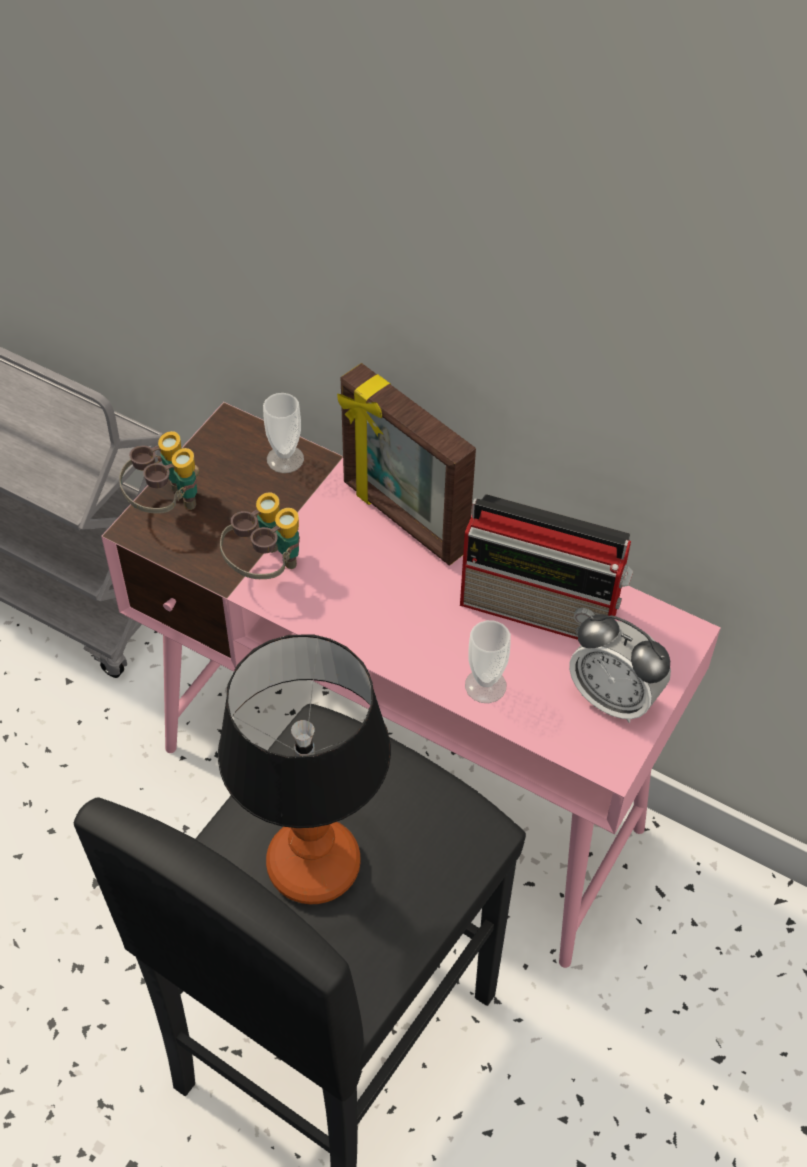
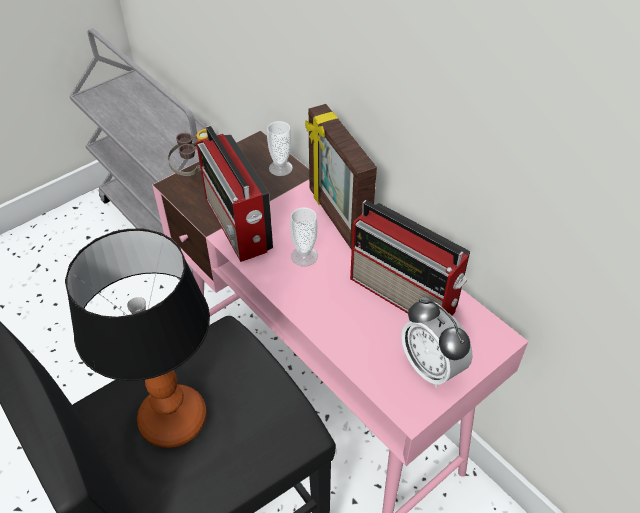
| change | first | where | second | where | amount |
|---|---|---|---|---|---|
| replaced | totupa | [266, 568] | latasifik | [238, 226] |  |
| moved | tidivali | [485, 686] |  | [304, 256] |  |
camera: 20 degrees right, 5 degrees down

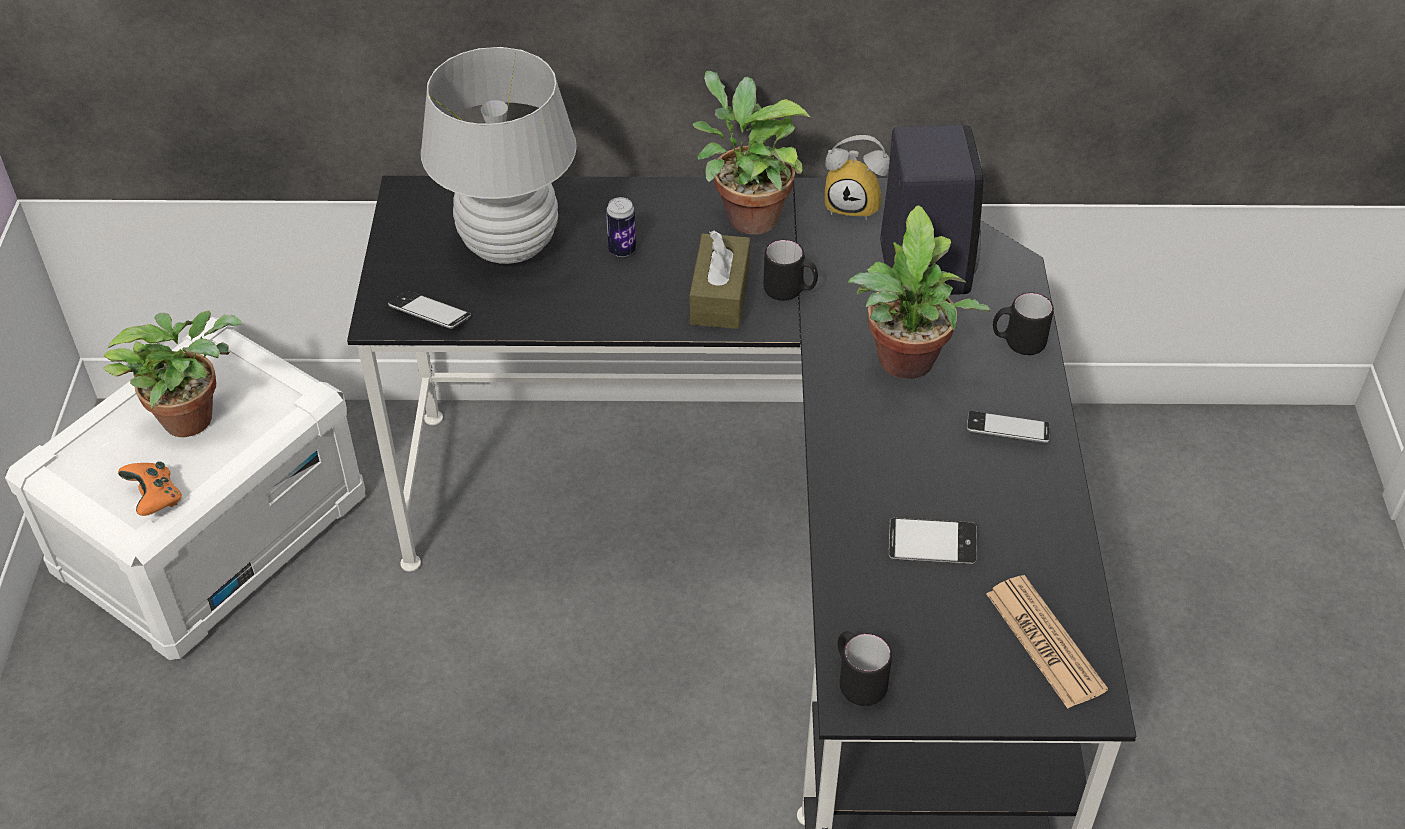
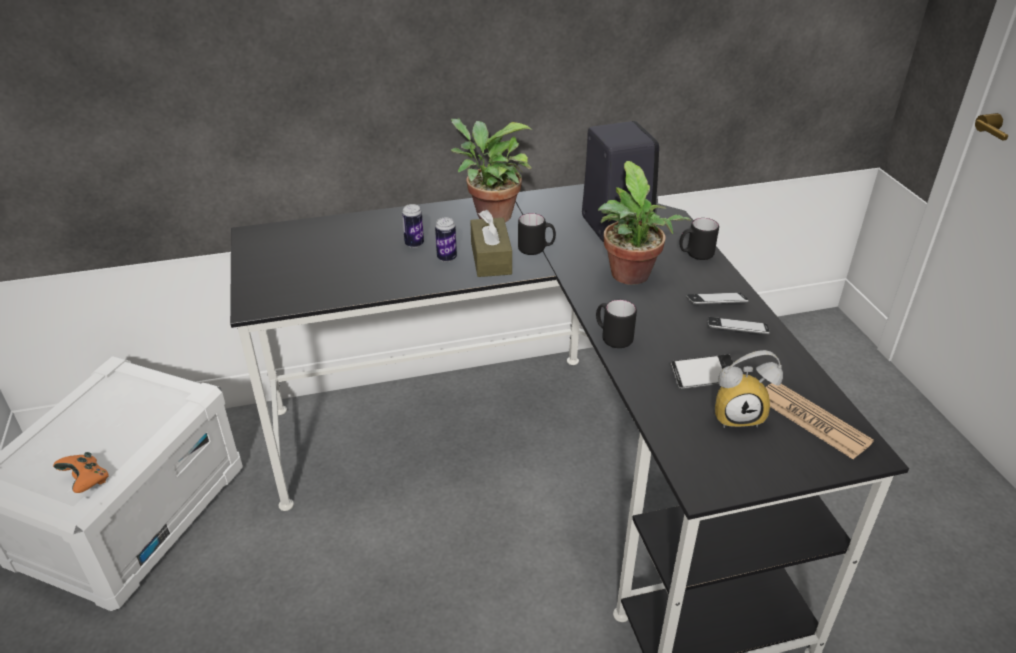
| change | first | where | second | where | amount |
|---|---|---|---|---|---|
| removed | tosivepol | [195, 416] |  |  |  |
| moved | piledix | [430, 315] |  | [737, 330] |  |
| removed | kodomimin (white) | [509, 246] |  |  |  |
| moved | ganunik | [855, 205] |  | [738, 414] |  |
| moved | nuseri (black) | [857, 681] |  | [612, 337] |  |
| added |  |  | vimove | [446, 258] |  |
camera: 15 degrees left, 10 degrees down

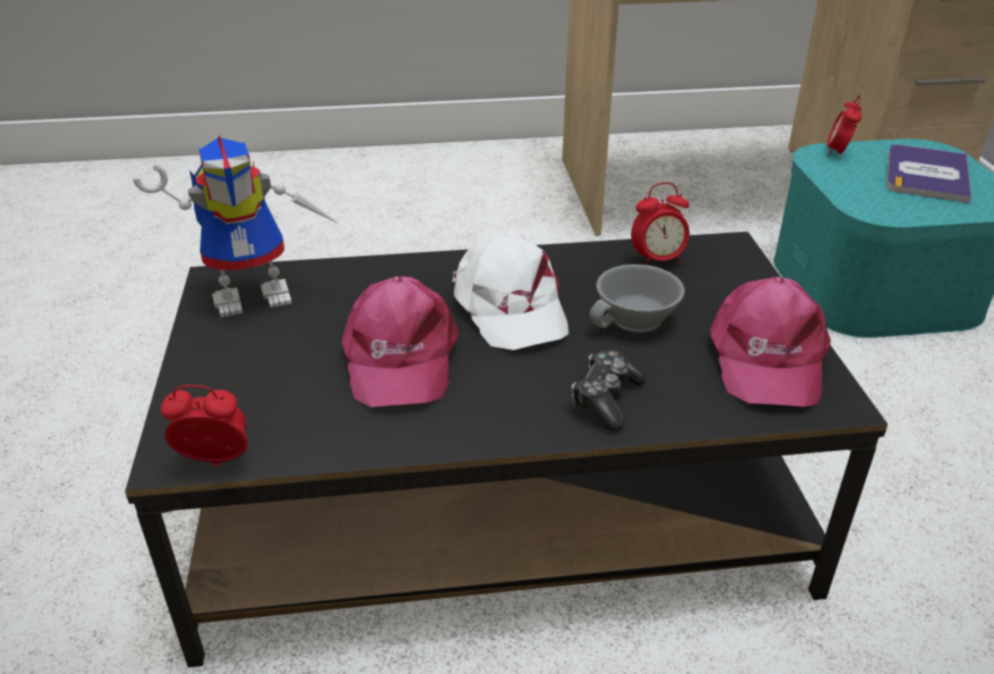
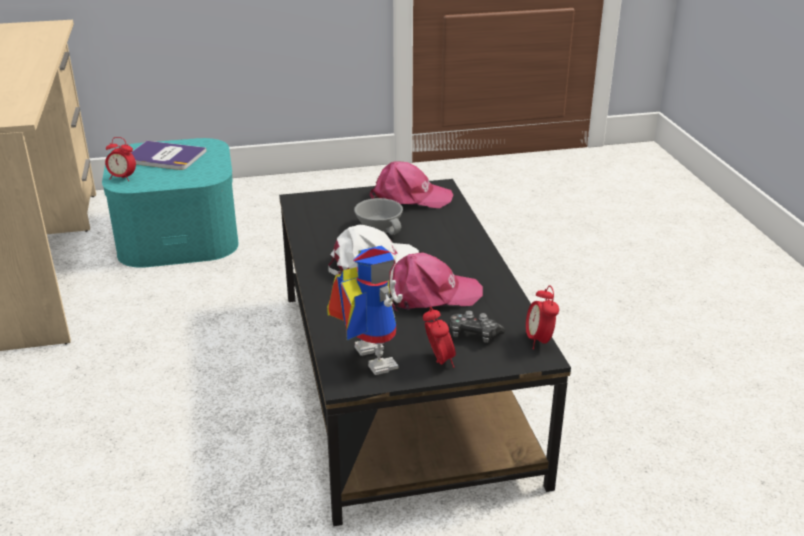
| change | first | where | second | where | amount |
|---|---|---|---|---|---|
| moved | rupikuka | [606, 399] |  | [474, 335] |  |
| moved | ganunik | [658, 261] |  | [439, 361] |  |
camera: 95 degrees left, 5 degrees down

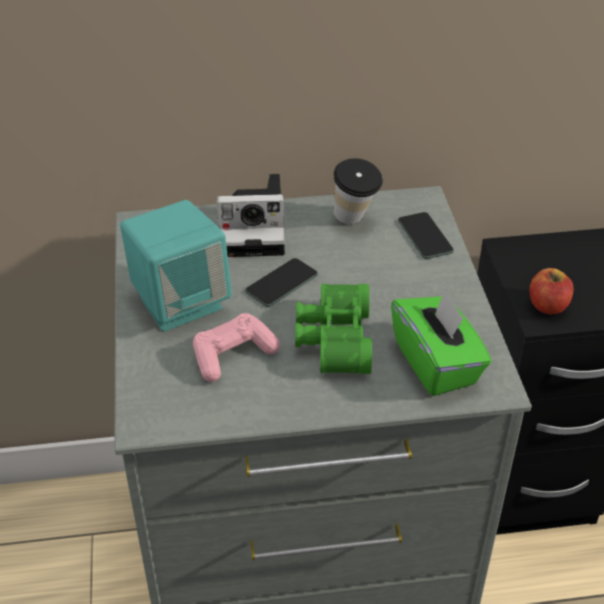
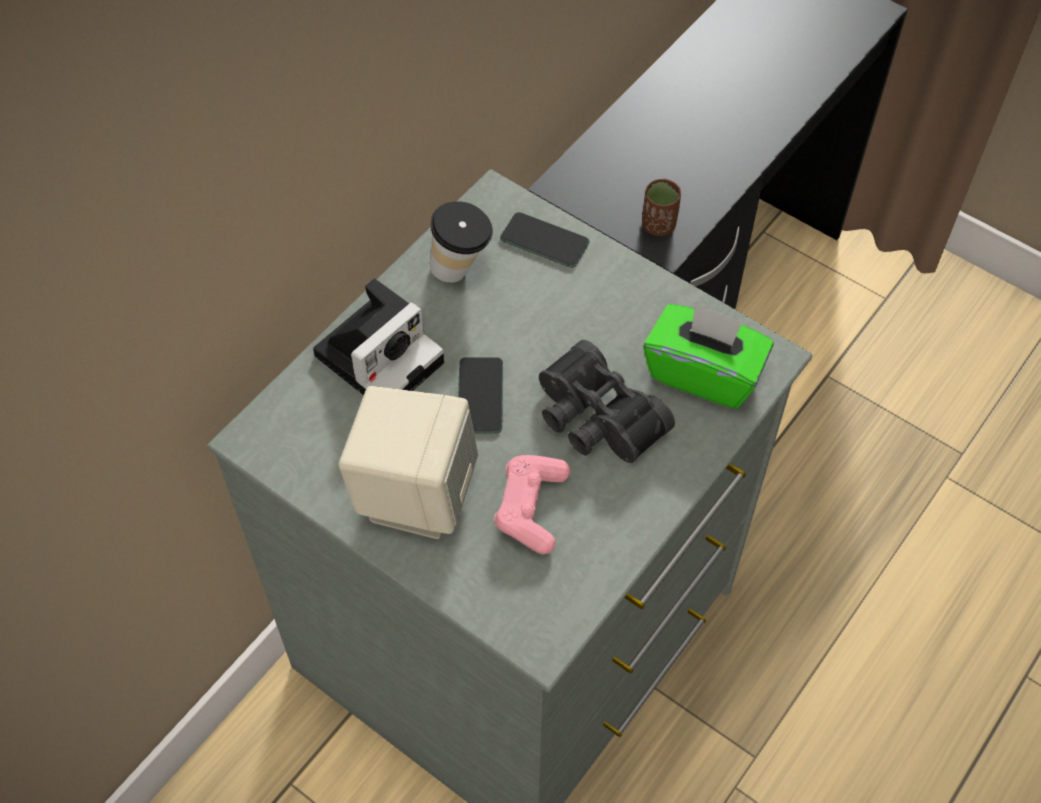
| change | first | where | second | where | amount |
|---|---|---|---|---|---|
| recoloured | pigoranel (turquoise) | [180, 302] | pigoranel (beige) | [414, 494] |  |
| recoloured | totupa (green) | [332, 339] | totupa (black) | [594, 419] |  |
| replaced | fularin | [548, 306] | tidivali (brown) | [658, 225] |  |
camera: 45 degrees left, 15 degrees up

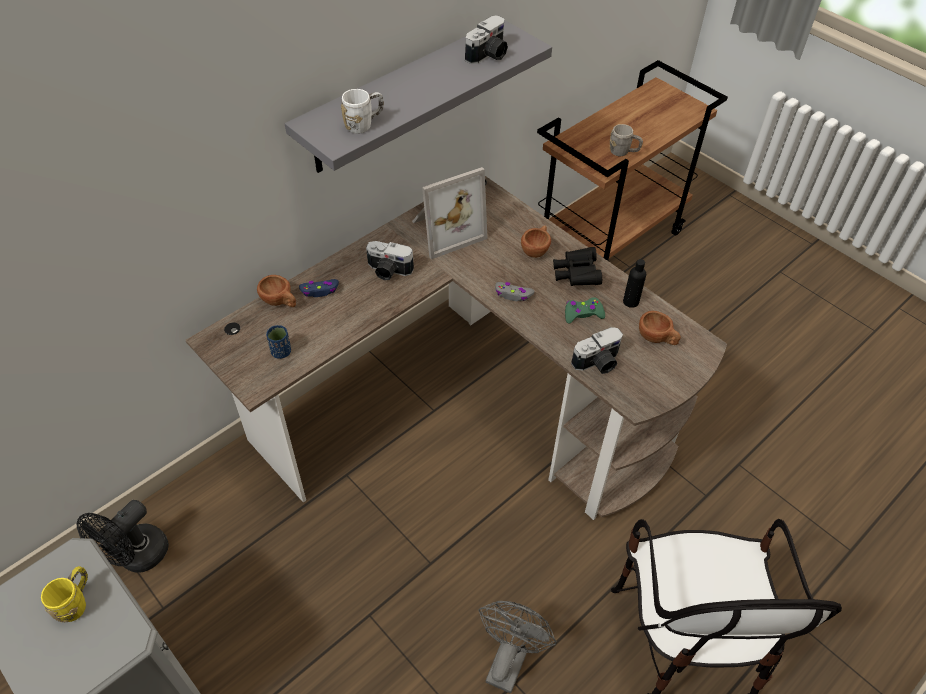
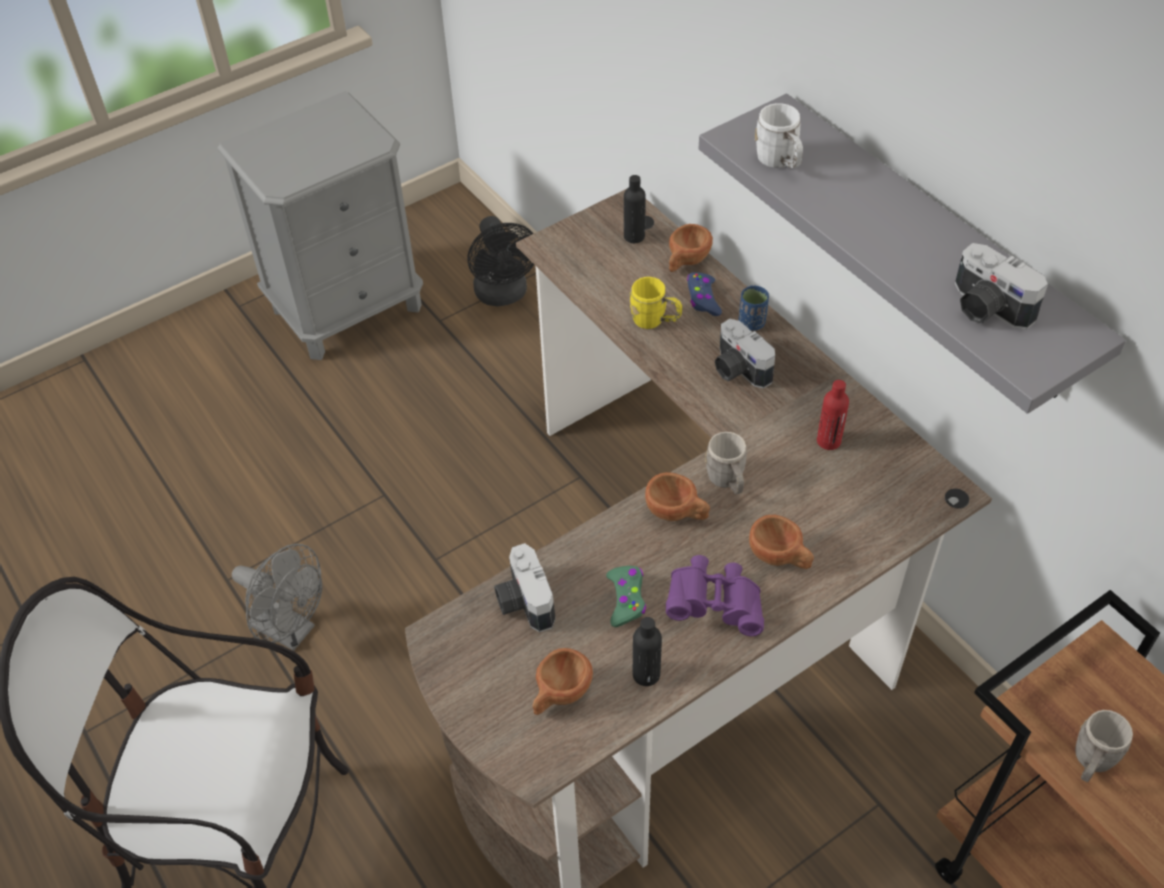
| change | first | where | second | where | amount |
|---|---|---|---|---|---|
| moved | nuseri (yellow) | [76, 602] |  | [655, 321] |  |
| turned | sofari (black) | [137, 557] |  | [503, 295] | 150 degrees counterclockwise |
| moved | tidivali (blue) | [281, 352] |  | [751, 323] |  |
| turned | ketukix | [388, 271] |  | [738, 370] | 60 degrees counterclockwise |
| replaced | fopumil | [445, 230] | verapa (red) | [828, 441] |  |
| replaced | rupikuka (grey) | [513, 295] | tidivali (brown) | [677, 513] |  |
| recoloured | totupa (black) | [576, 275] | totupa (purple) | [715, 605] |  |
| added |  |  | verapa (black) | [634, 236] |  |
| added |  |  | nuseri (grey) | [727, 482] |  |
camera: 100 degrees right, 0 degrees up

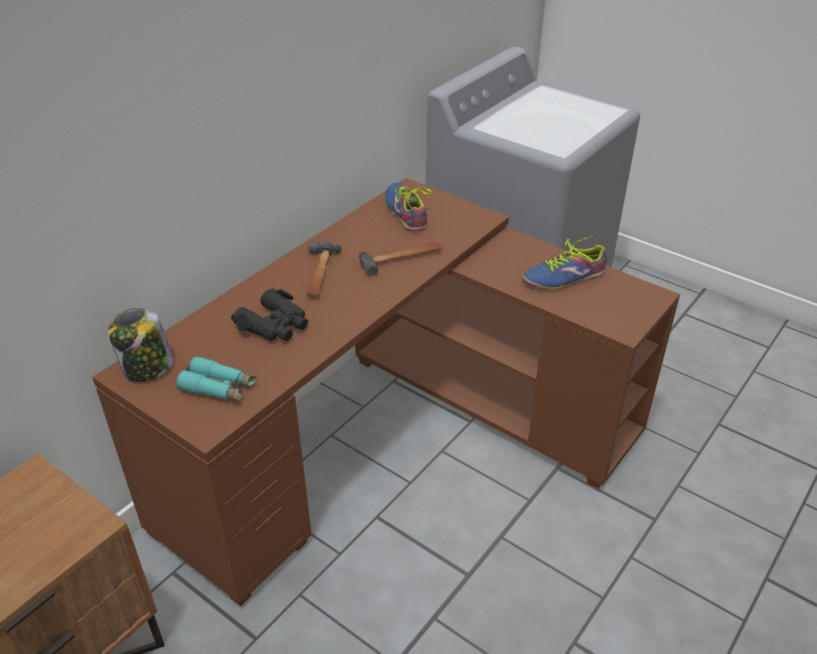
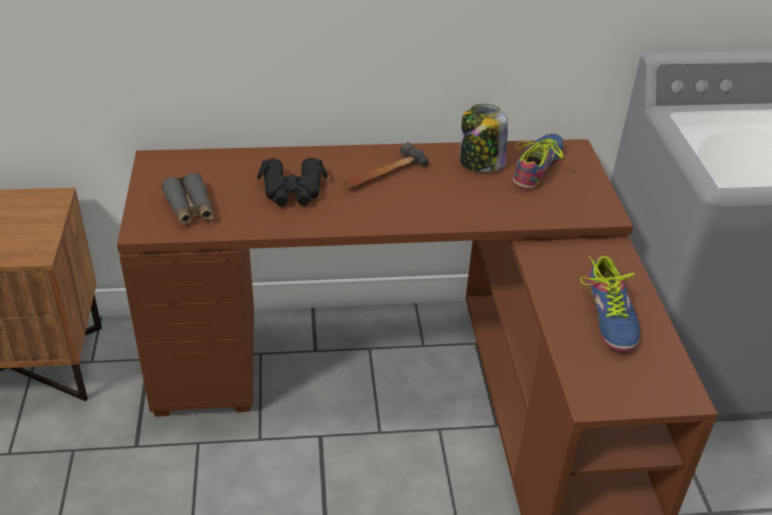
| change | first | where | second | where | amount |
|---|---|---|---|---|---|
| moved | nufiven | [147, 369] |  | [480, 163] |  |
| recoloured | totupa (turquoise) | [219, 388] | totupa (grey) | [190, 208] |  |
| removed | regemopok | [401, 260] |  |  |  |
| turned | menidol | [564, 278] |  | [610, 316] | 120 degrees counterclockwise |
camera: 45 degrees right, 0 degrees up

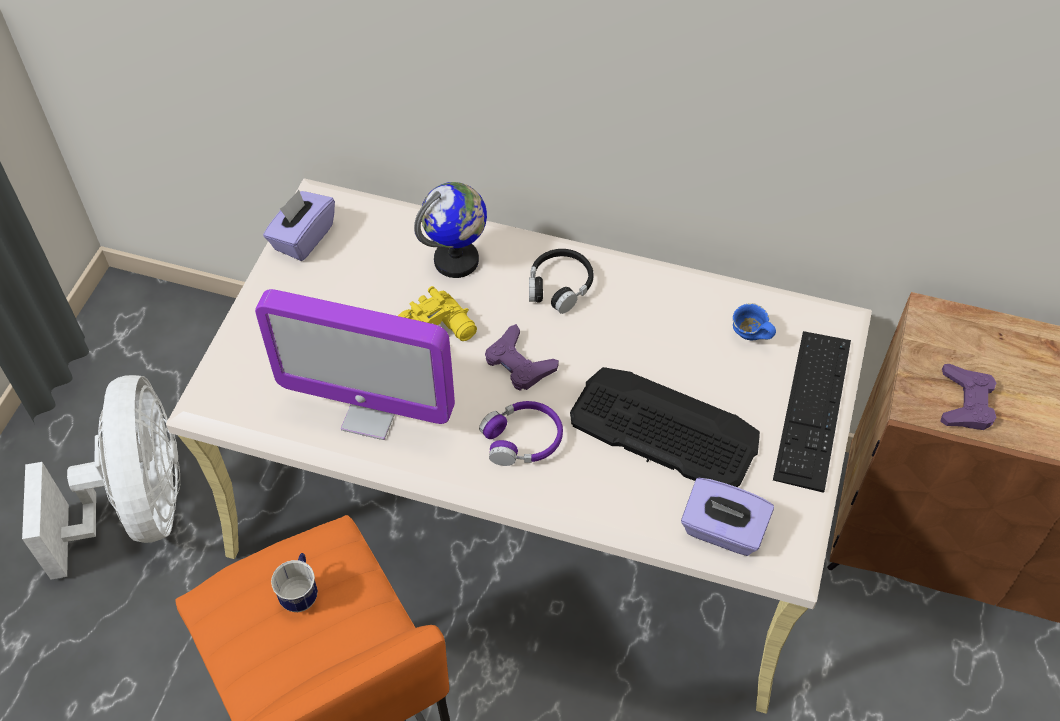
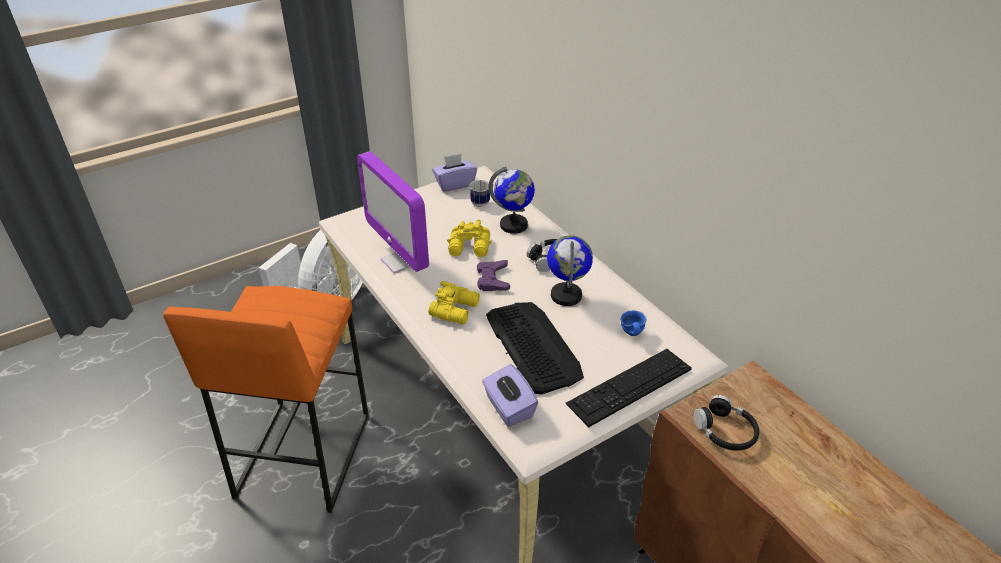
| change | first | where | second | where | amount |
|---|---|---|---|---|---|
| moved | nuseri | [301, 592] |  | [482, 202] |  |
| replaced | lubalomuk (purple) | [522, 440] | totupa (yellow) | [456, 309] |  |
| replaced | rupikuka (purple) | [965, 402] | lubalomuk (black) | [725, 431] |  |
| added |  |  | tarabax | [566, 295] |  |
camera: 40 degrees right, 15 degrees down

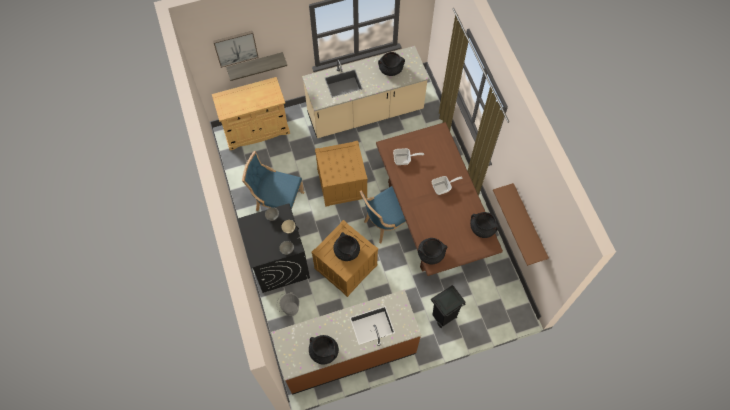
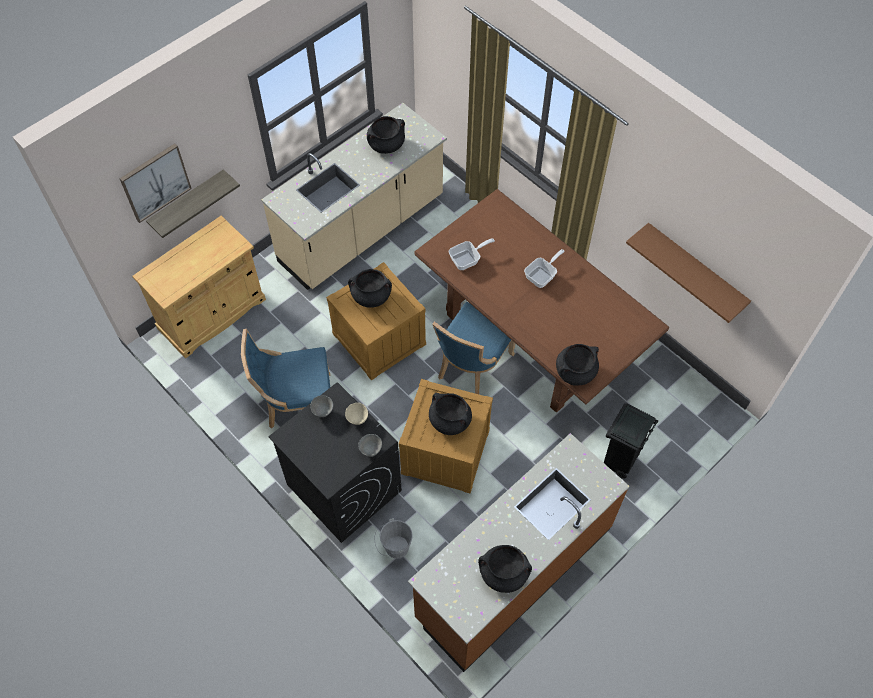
| change | first | where | second | where | amount |
|---|---|---|---|---|---|
| moved | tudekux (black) | [482, 228] |  | [371, 297] |  |
camera: 25 degrees left, 5 degrees down

